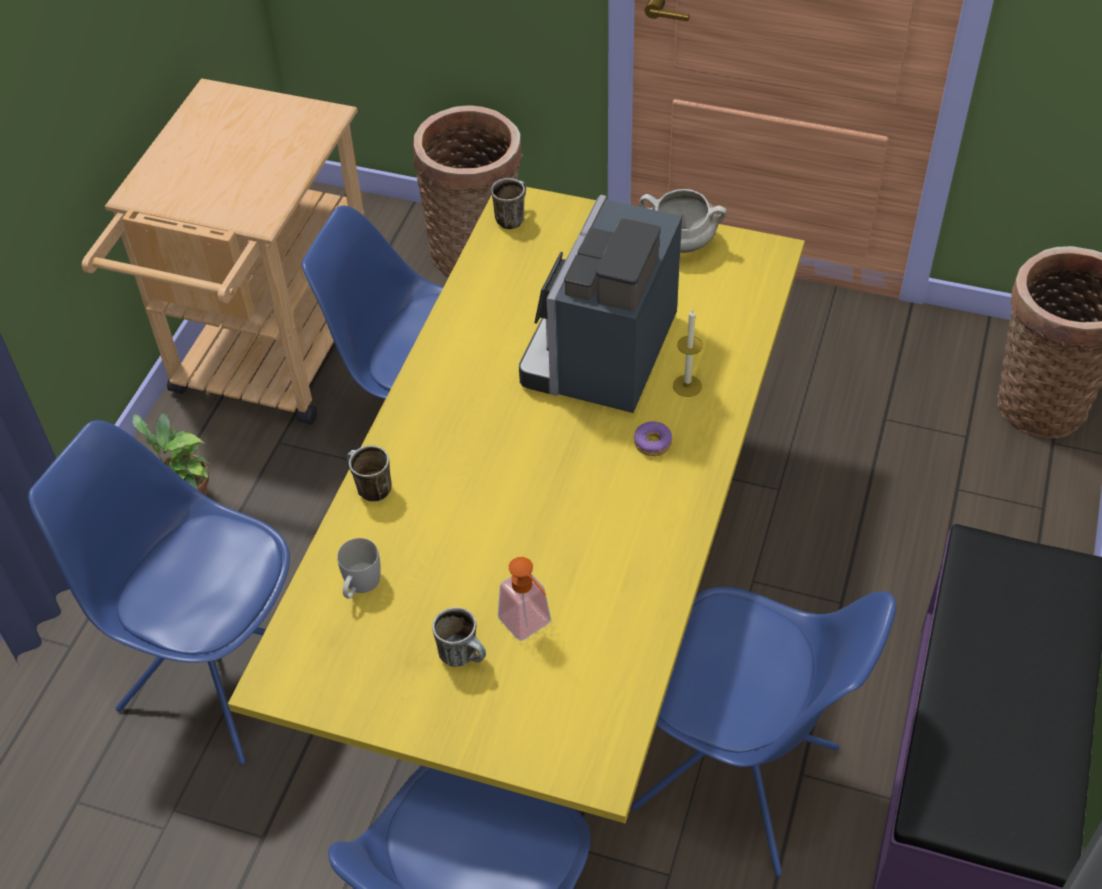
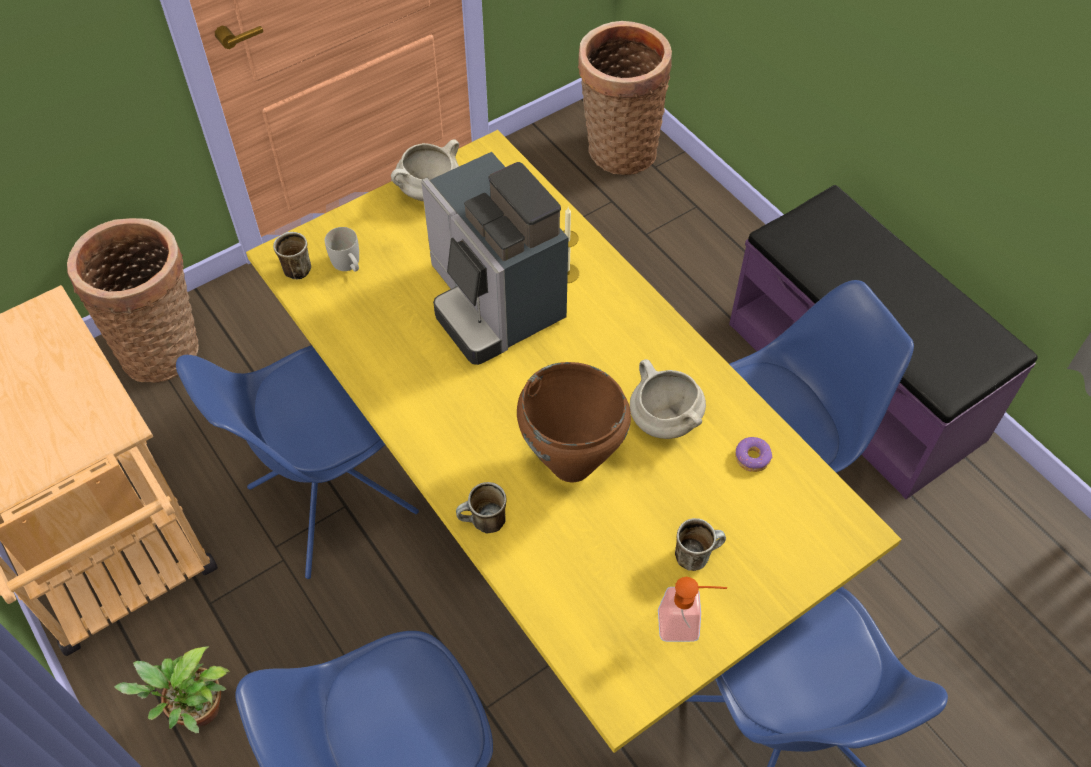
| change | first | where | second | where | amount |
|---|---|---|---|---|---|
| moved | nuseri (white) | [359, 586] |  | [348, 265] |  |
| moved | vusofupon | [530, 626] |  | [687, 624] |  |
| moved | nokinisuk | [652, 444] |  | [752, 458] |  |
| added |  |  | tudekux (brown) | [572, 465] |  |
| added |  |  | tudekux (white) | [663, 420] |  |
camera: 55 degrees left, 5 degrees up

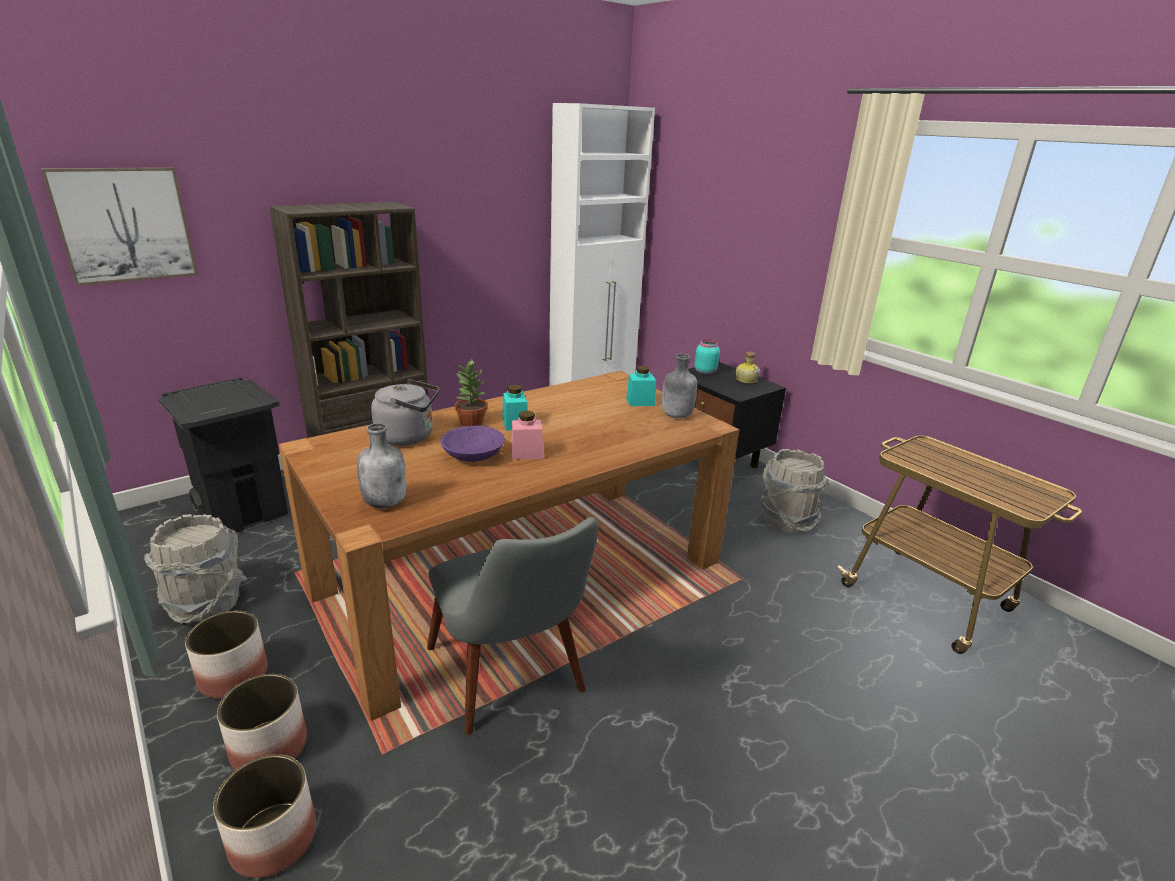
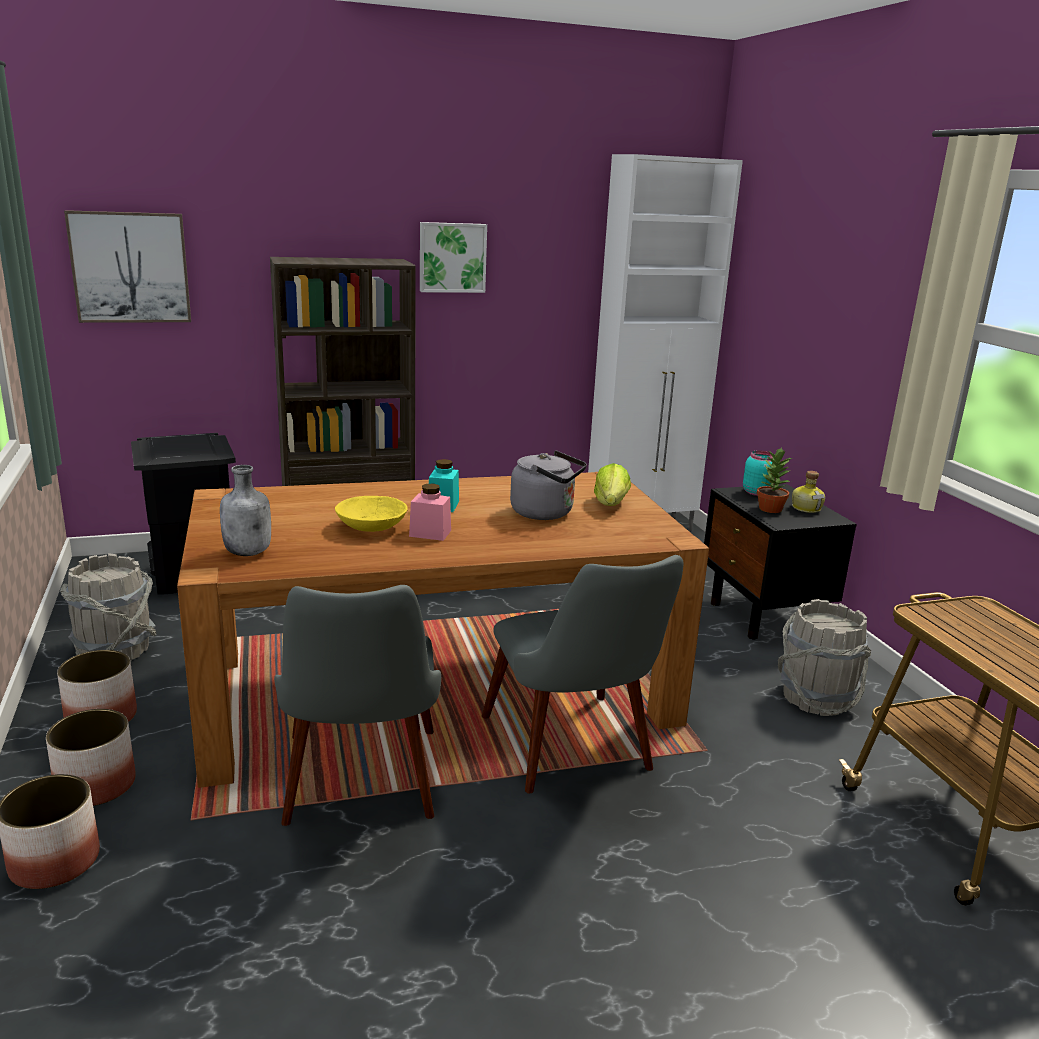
| change | first | where | second | where | amount |
|---|---|---|---|---|---|
| moved | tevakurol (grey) | [409, 436] |  | [546, 513] |  |
| recoloured | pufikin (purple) | [473, 456] | pufikin (yellow) | [371, 527] |  |
| moved | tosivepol | [471, 422] |  | [769, 509] |  |
| replaced | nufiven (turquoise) | [640, 402] | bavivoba | [610, 504] |  |
| removed | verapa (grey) | [676, 415] |  |  |  |
| added |  |  | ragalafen | [452, 257] |  |
| added |  |  | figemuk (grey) | [575, 755] |  |
camera: 20 degrees right, 5 degrees down

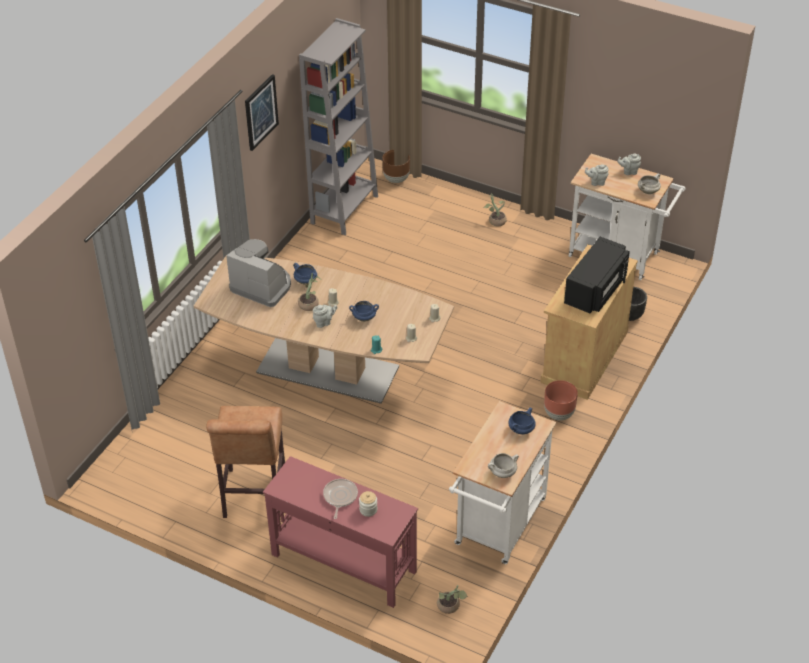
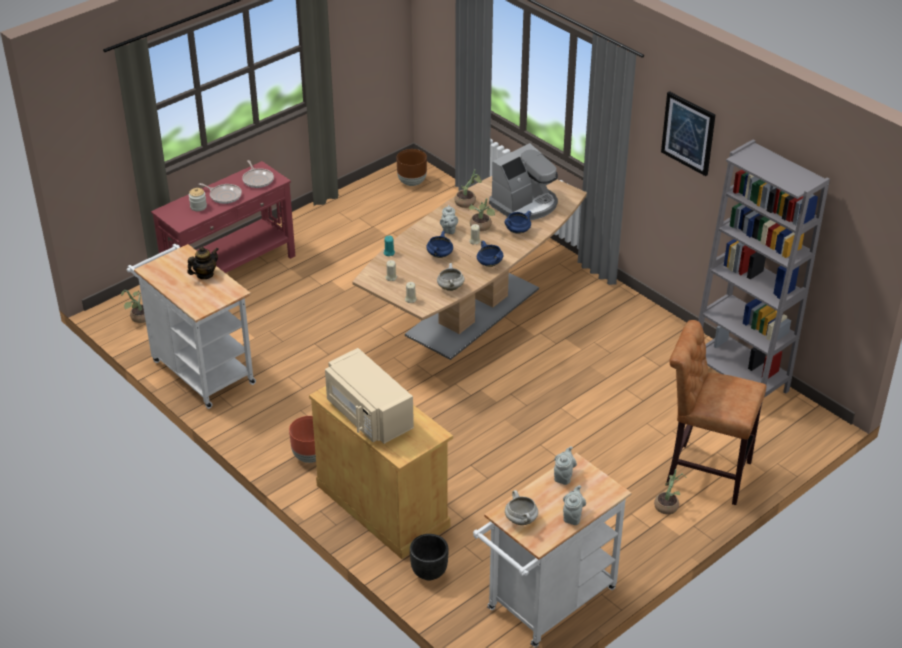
| change | first | where | second | where | amount |
|---|---|---|---|---|---|
| moved | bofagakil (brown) | [253, 497] |  | [703, 472] |  |
| moved | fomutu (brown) | [396, 179] |  | [412, 182] |  |
| moved | tudekux (white) | [502, 473] |  | [450, 287] |  |
| moved | tudekux (blue) | [521, 430] |  | [489, 264] |  |
| recoloured | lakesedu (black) | [596, 290] | lakesedu (beige) | [368, 415] |  |
| added |  |  | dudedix | [205, 275] |  |
| added |  |  | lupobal | [258, 179] |  |
| added |  |  | tosivepol | [468, 202] |  |
camera: 110 degrees right, 5 degrees down

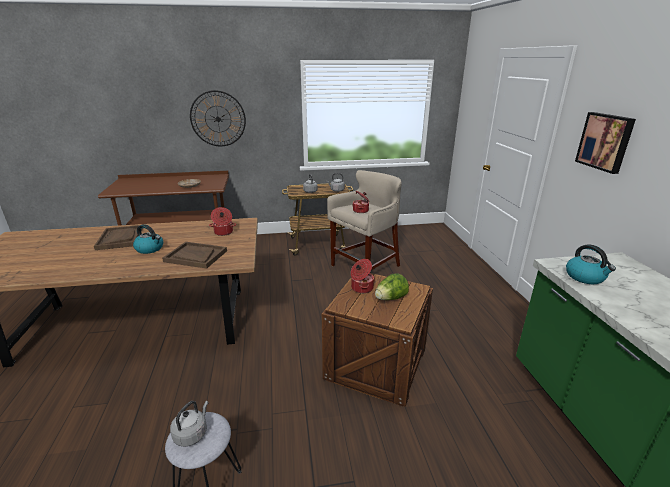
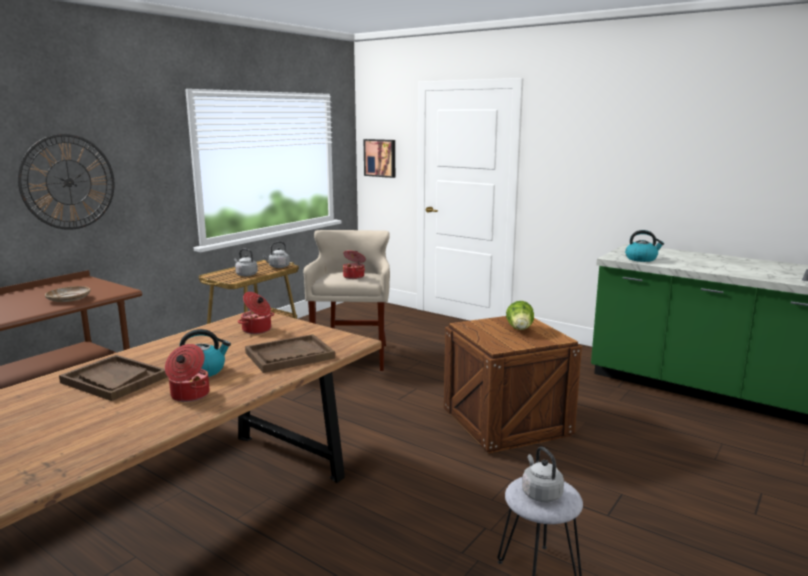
| change | first | where | second | where | amount |
|---|---|---|---|---|---|
| moved | tudekux | [361, 288] |  | [189, 395] |  |
| moved | ragalafen | [605, 141] |  | [380, 158] |  |
camera: 45 degrees left, 10 degrees down

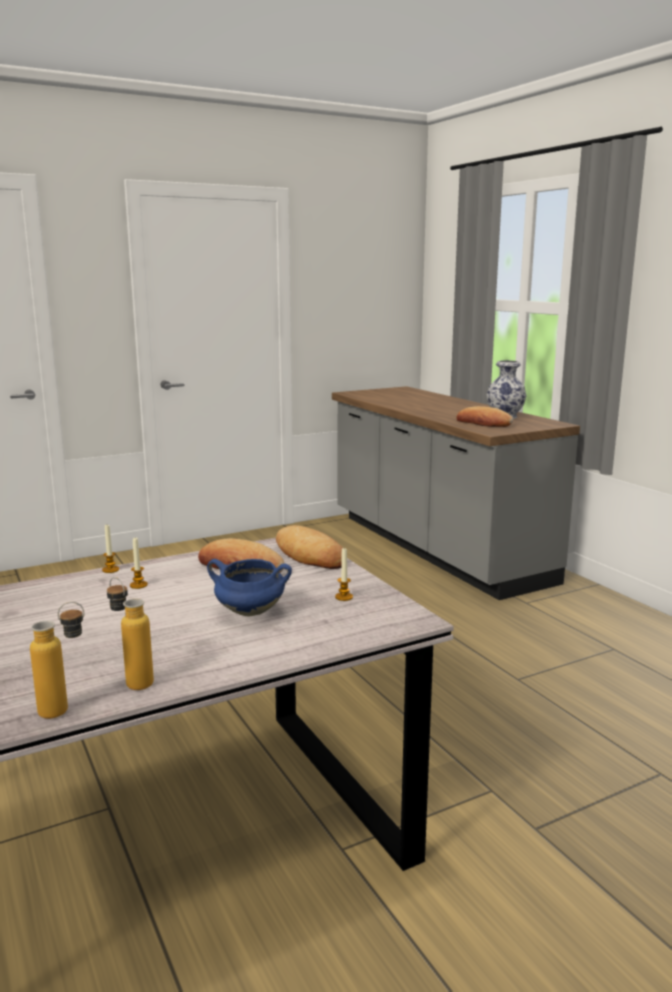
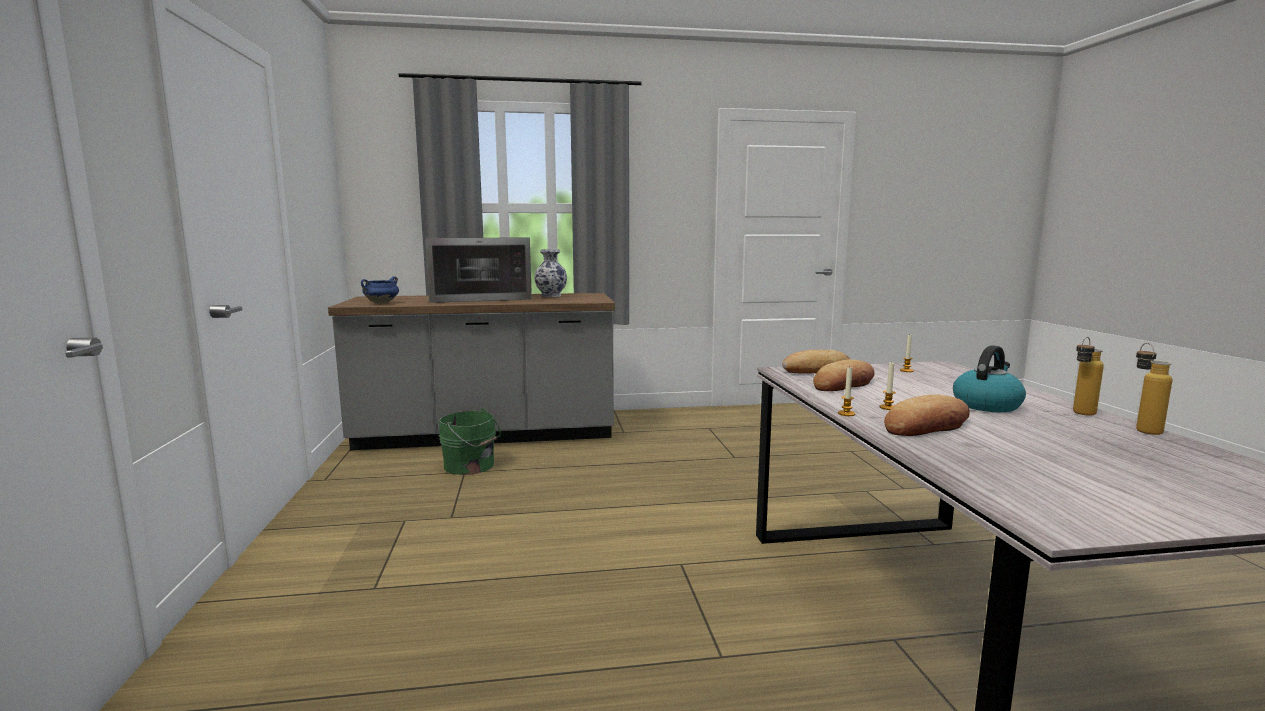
| change | first | where | second | where | amount |
|---|---|---|---|---|---|
| moved | tudekux (blue) | [249, 612] |  | [381, 303] |  |
| moved | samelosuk | [483, 423] |  | [927, 426] |  |
| added |  |  | lakesedu | [480, 298] |  |
| added |  |  | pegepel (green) | [471, 466] |  |
| added |  |  | tevakurol | [986, 405] |  |
camera: 70 degrees left, 5 degrees down

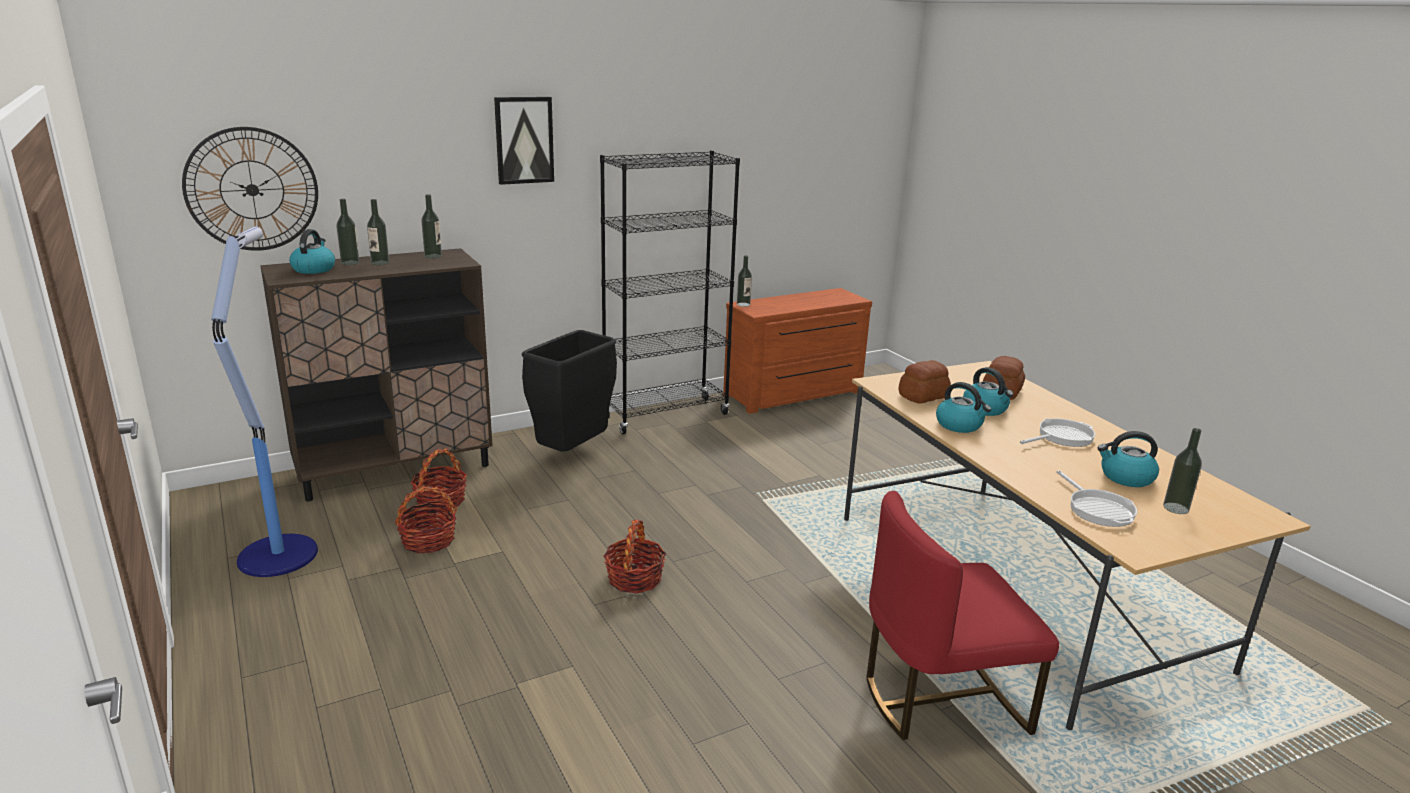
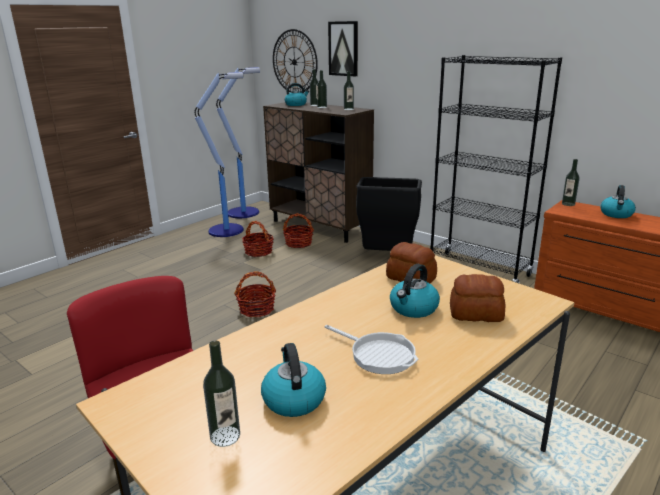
| change | first | where | second | where | amount |
|---|---|---|---|---|---|
| moved | ragalafen | [524, 140] |  | [343, 48] |  |
| moved | tevakurol | [960, 425] |  | [616, 214] |  |
| removed | lupobal | [1098, 509] |  |  |  |
| added |  |  | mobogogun | [244, 212] |  |
camera: 70 degrees right, 0 degrees up

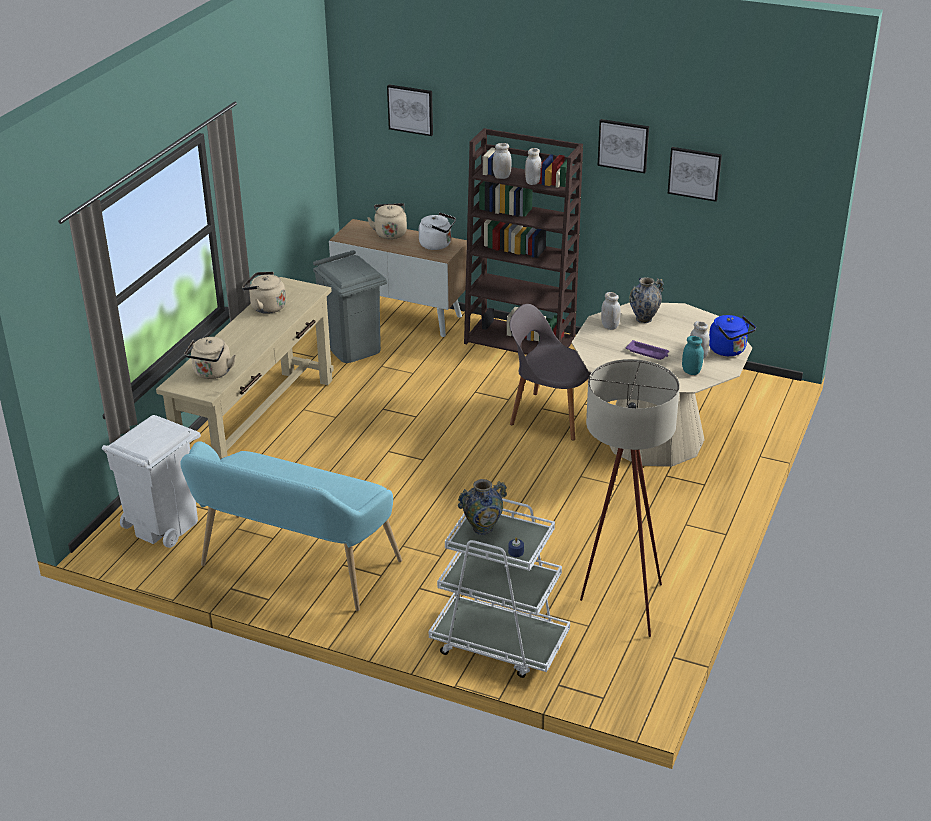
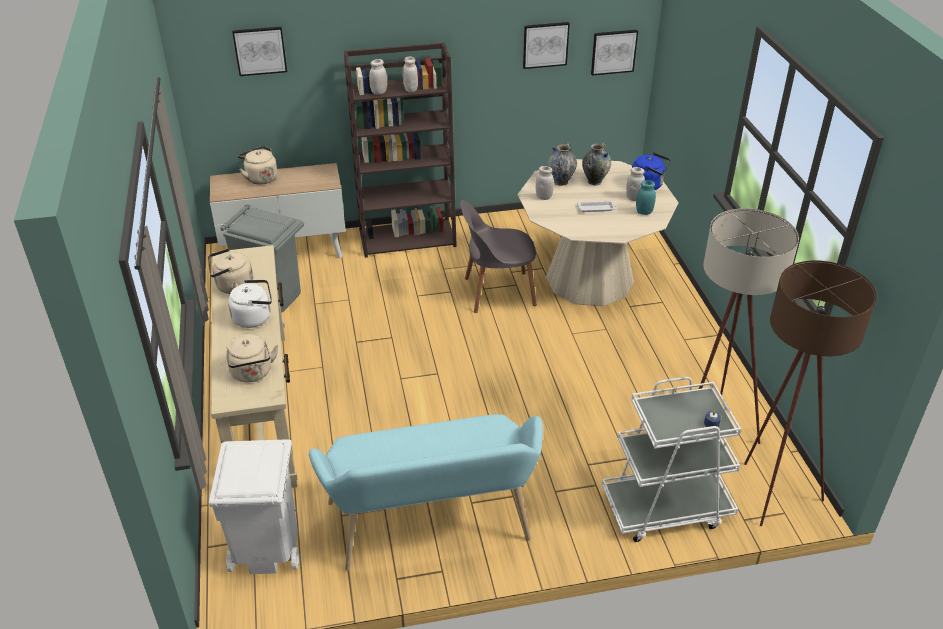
| change | first | where | second | where | amount |
|---|---|---|---|---|---|
| moved | tevakurol (white) | [437, 245] |  | [254, 317] |  |
| moved | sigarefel | [483, 528] |  | [594, 181] |  |
| moved | ragalafen | [623, 145] |  | [613, 51] |  |
| recoloured | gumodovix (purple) | [648, 353] | gumodovix (white) | [596, 208] |  |
| added |  |  | mobogogun (brown) | [769, 488] |  |
camera: 35 degrees left, 5 degrees up

